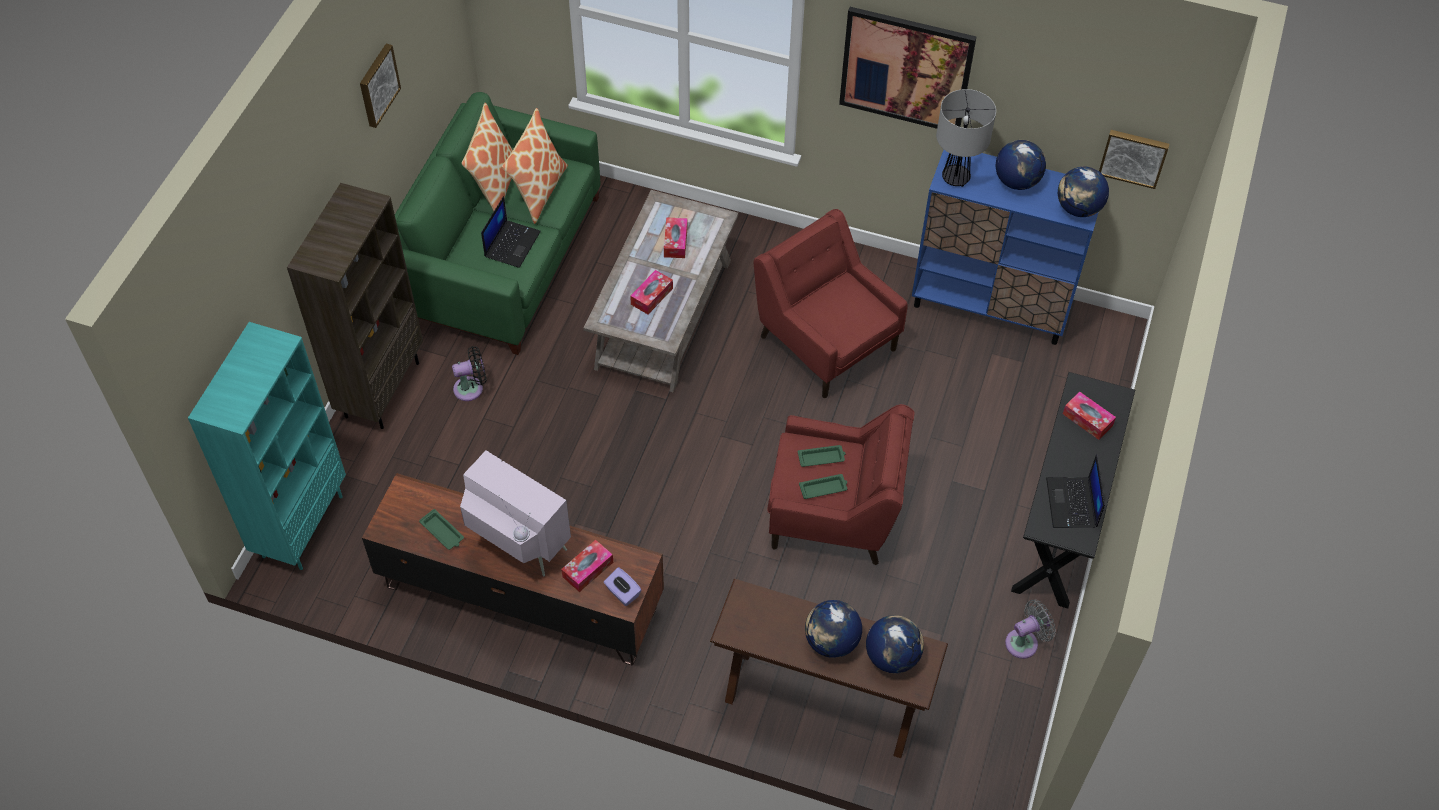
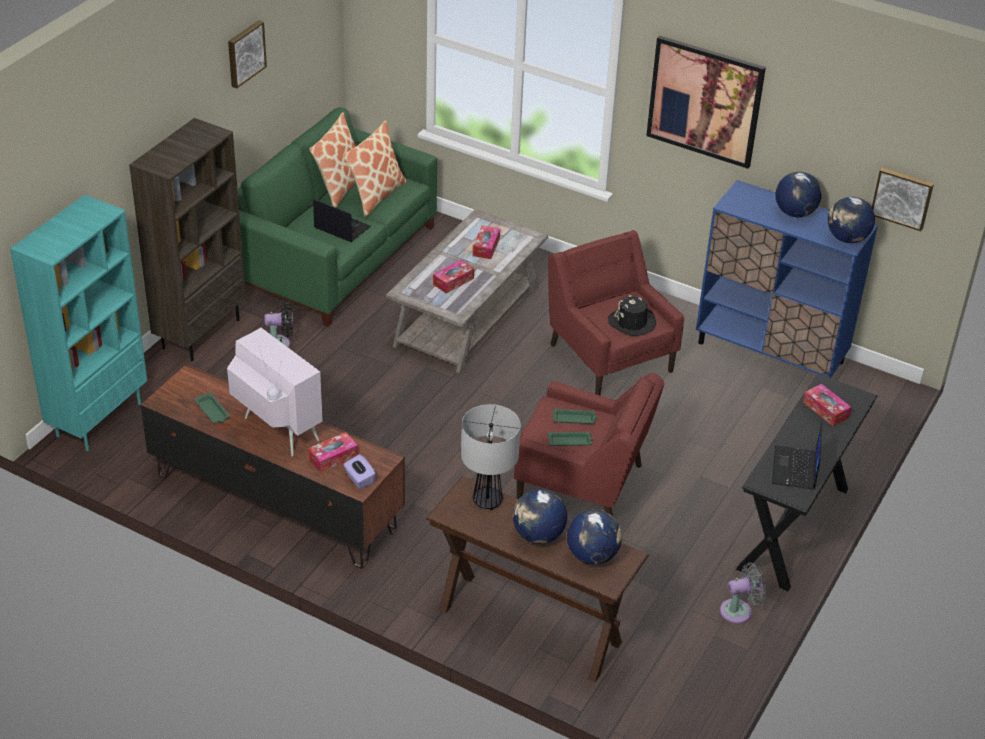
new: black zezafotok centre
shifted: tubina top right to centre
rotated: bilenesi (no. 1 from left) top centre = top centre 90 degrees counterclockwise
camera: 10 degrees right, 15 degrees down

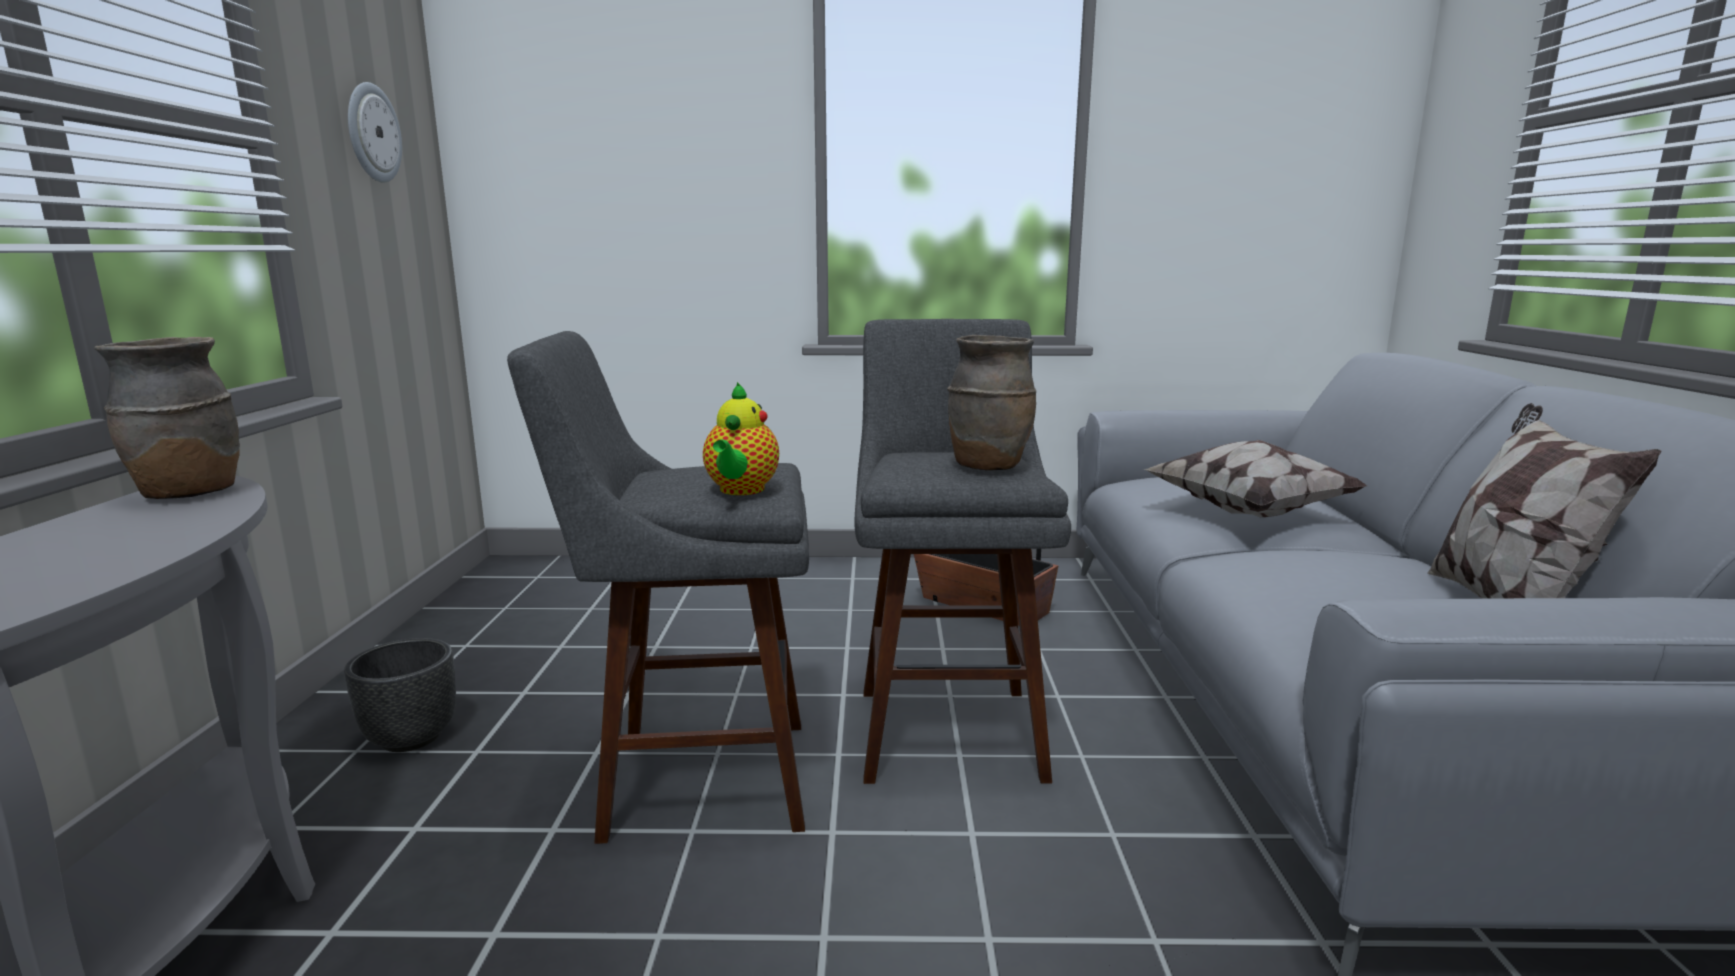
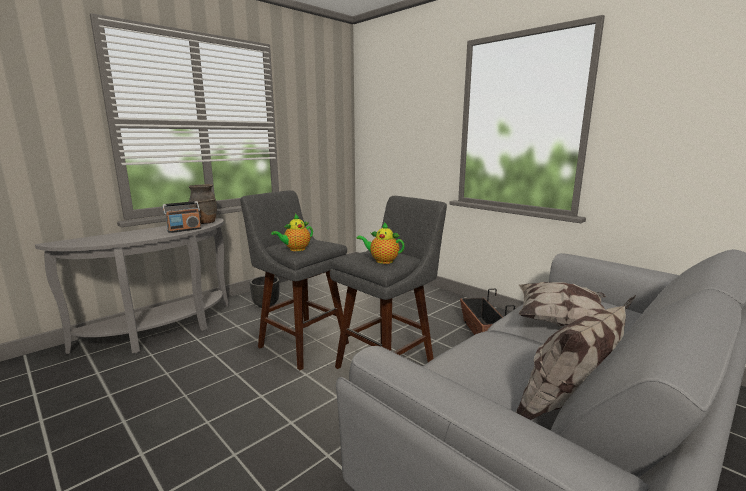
gone: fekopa top left
new: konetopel middle left
swapped: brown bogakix (no. 2 from left) centre to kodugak (no. 2 from left) centre
camera: 45 degrees right, 0 degrees up

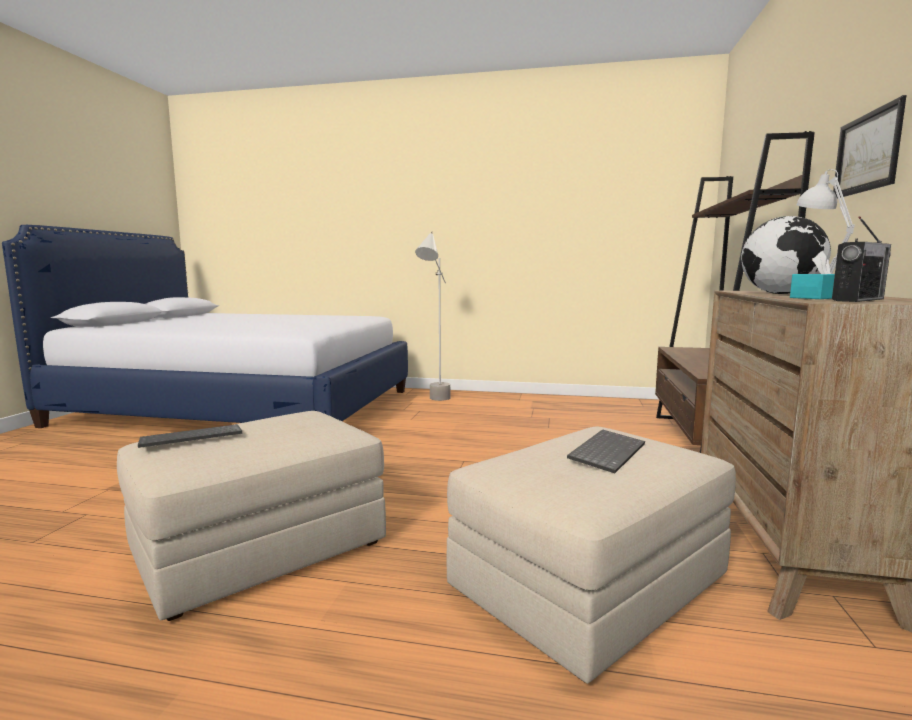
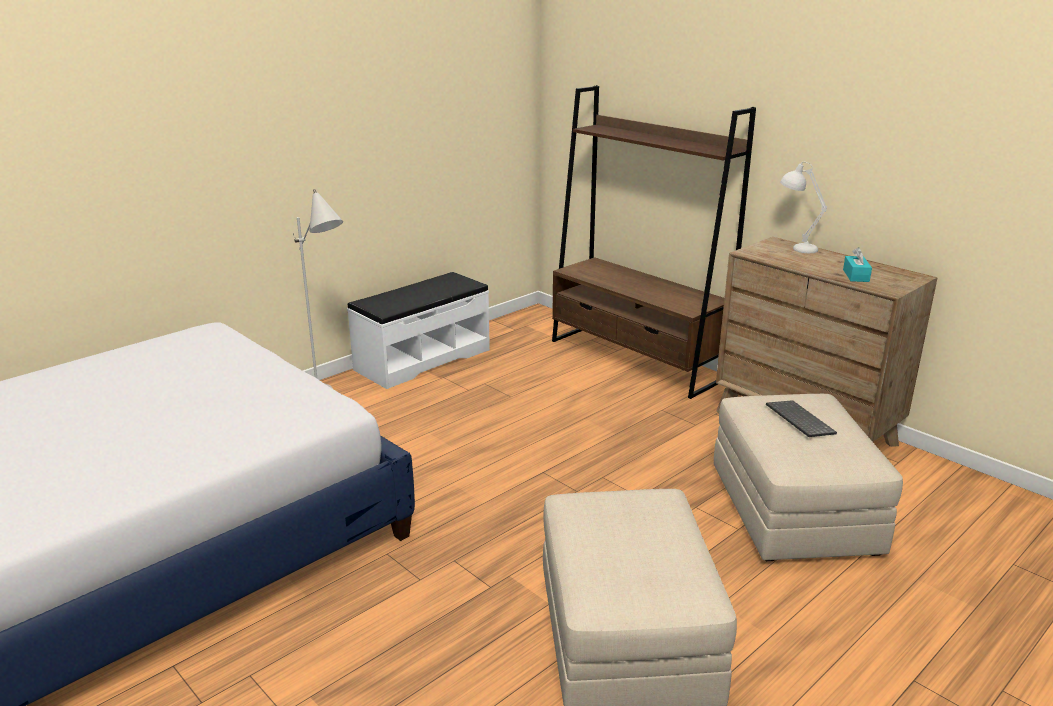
gone: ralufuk (no. 1 from left) middle left; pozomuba middle right; konetopel middle right; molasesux top right
new: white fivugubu centre
camera: 55 degrees left, 15 degrees up

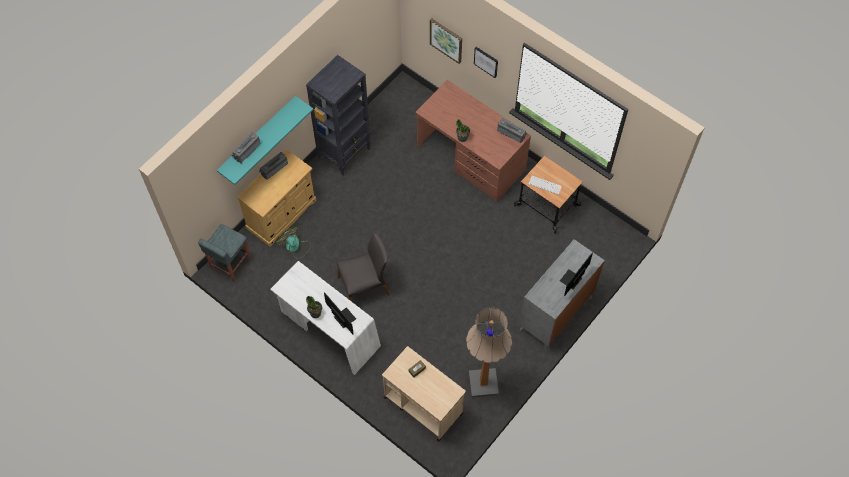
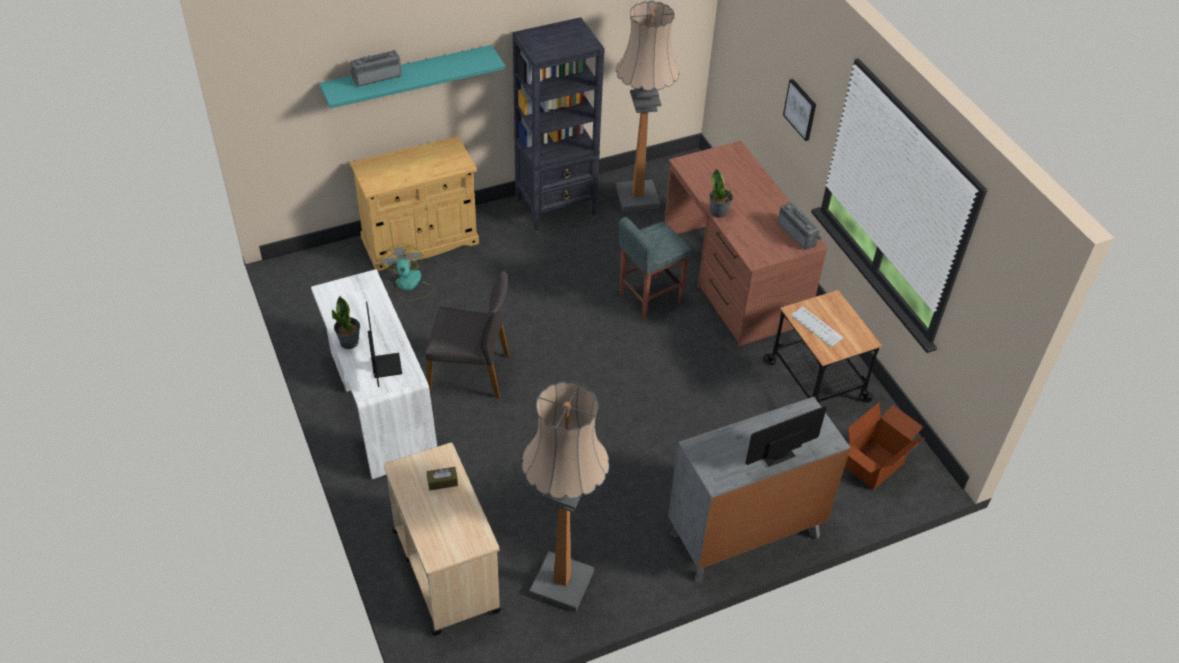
gone: konetopel (no. 2 from left) middle left; molasesux (no. 1 from left) top centre
new: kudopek (no. 2 from left) top centre; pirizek bottom right
shifted: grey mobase middle left to centre
camera: 25 degrees right, 15 degrees down

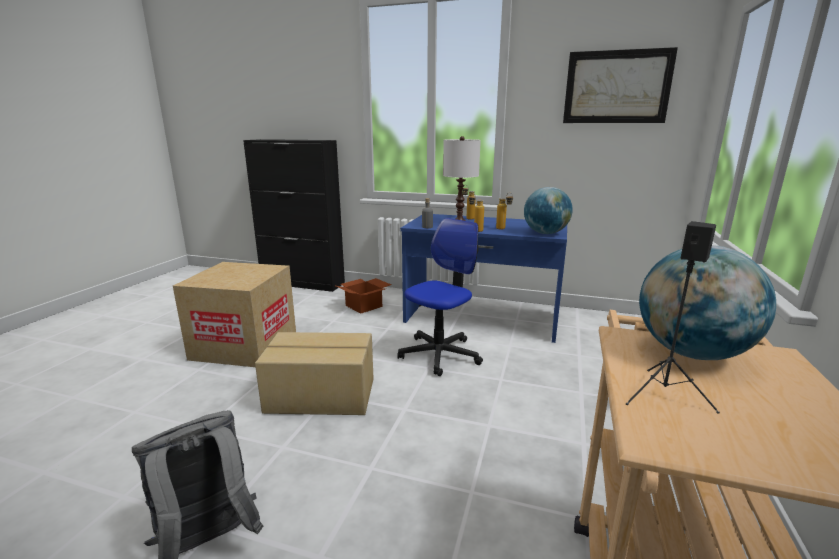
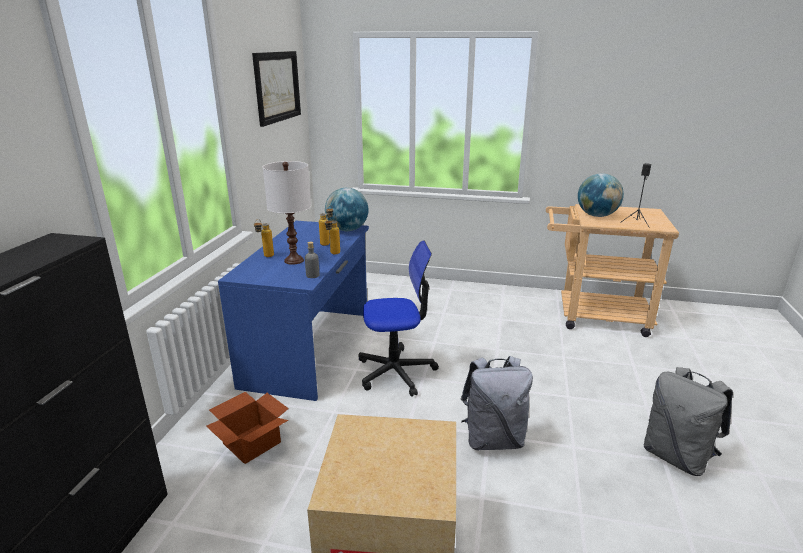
swapped: pirizek (no. 2 from left) bottom centre to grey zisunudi (no. 1 from left) bottom centre
rotated: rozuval centre = centre 135 degrees clockwise
camera: 95 degrees left, 5 degrees up

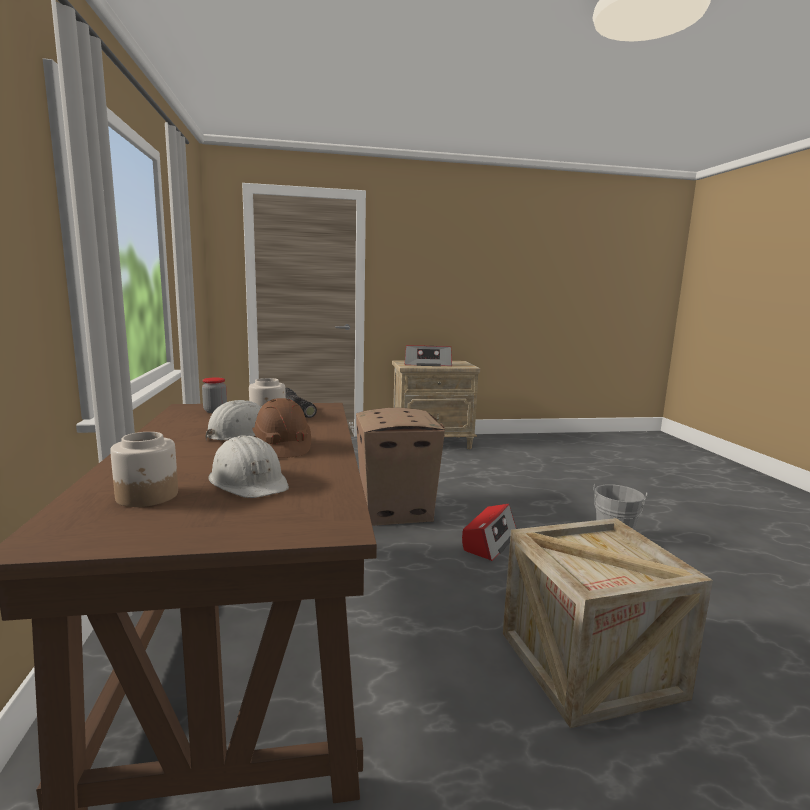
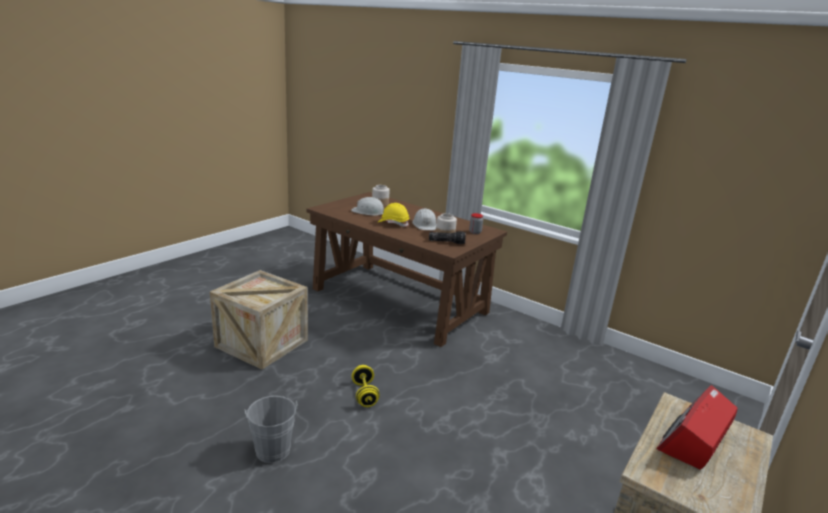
gone: pirizek centre
swapped: konetopel (no. 2 from left) centre to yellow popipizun bottom centre
repainted: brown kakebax centre to yellow kakebax centre
camera: 135 degrees right, 10 degrees up

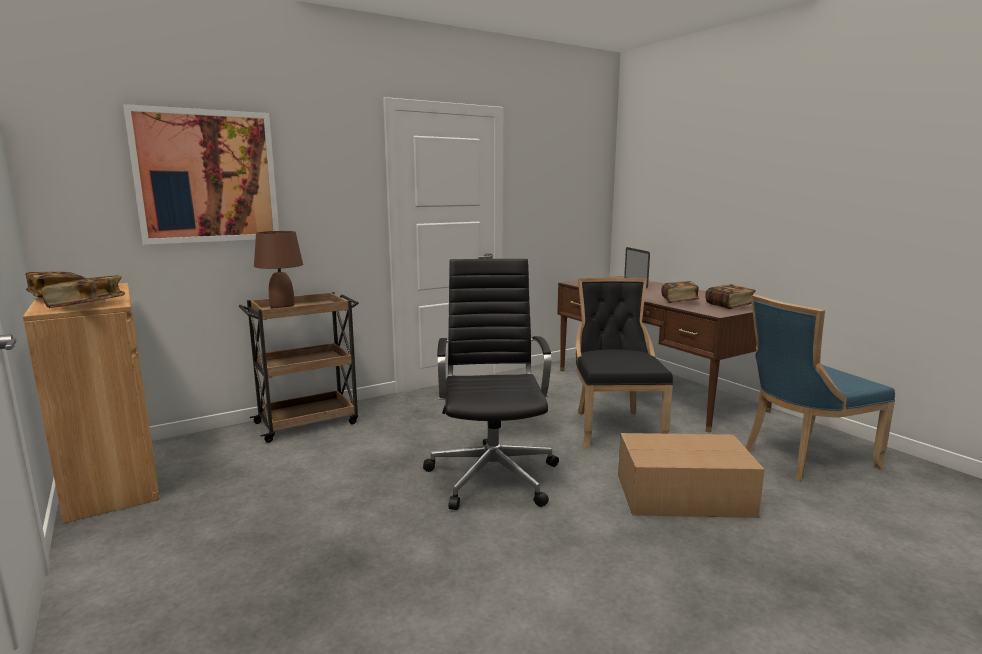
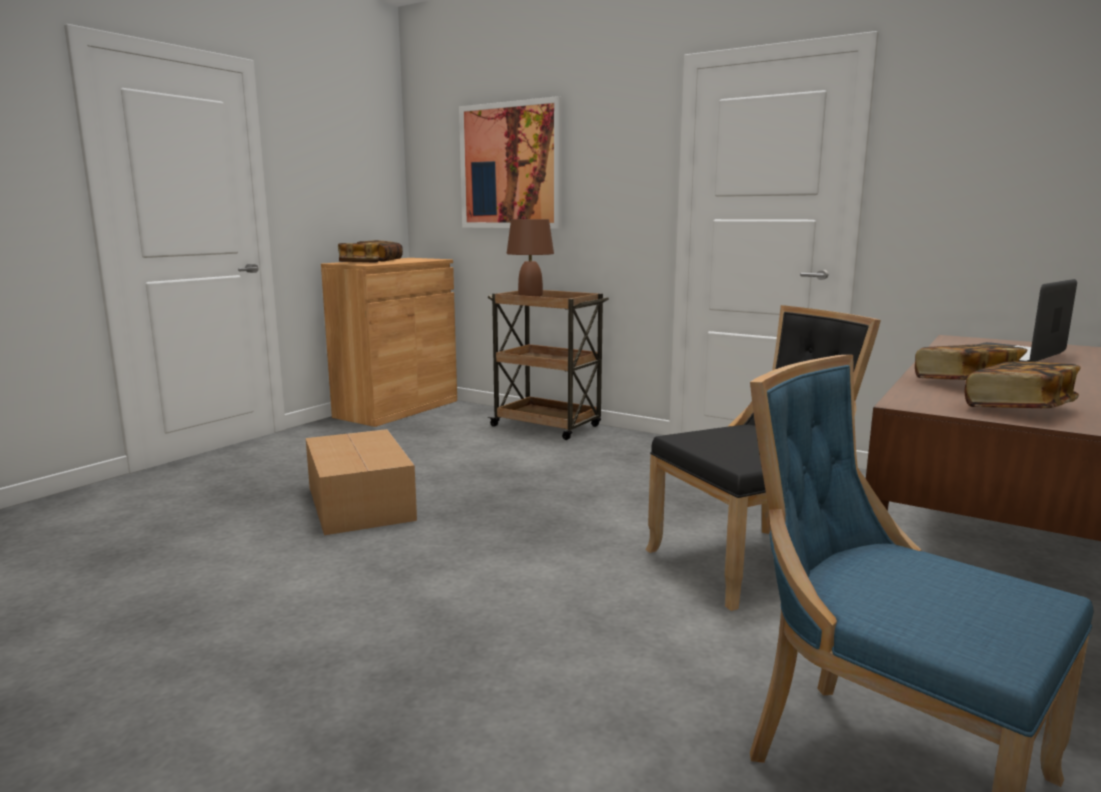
gone: black rozuval centre
shifted: pirizek bottom right to middle left
camera: 65 degrees right, 0 degrees up

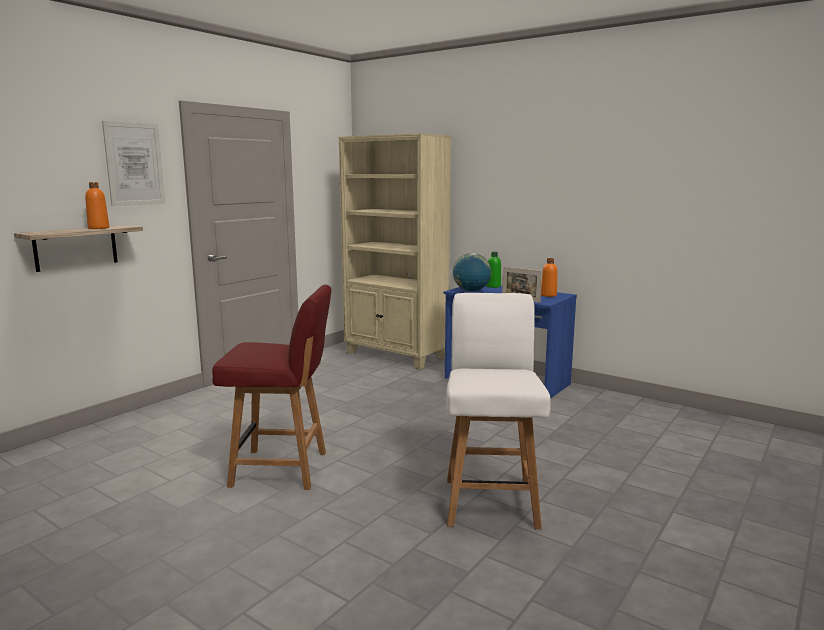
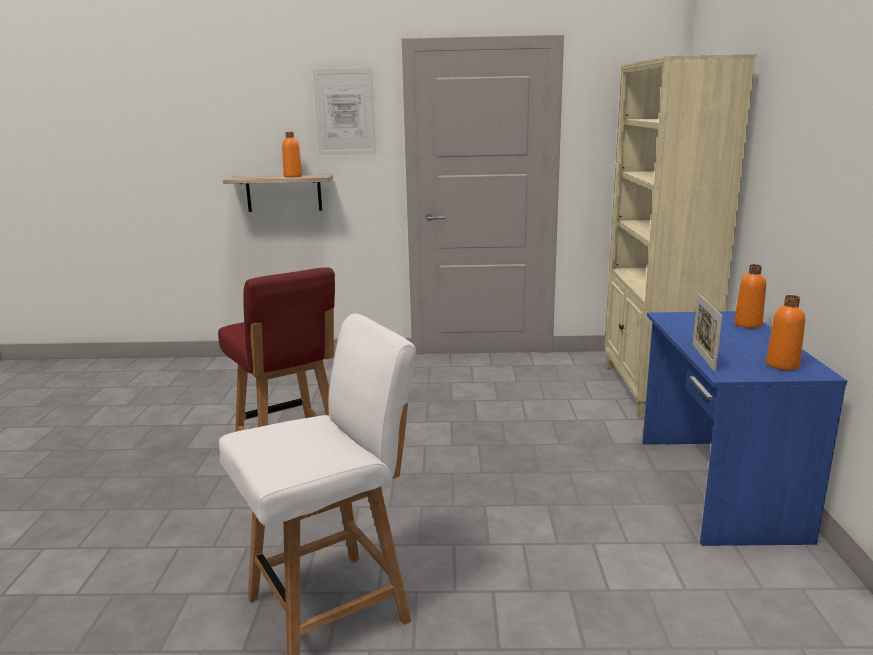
gone: pozomuba centre
repainted: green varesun centre to orange varesun (no. 2 from left) middle right
camera: 55 degrees right, 5 degrees up

